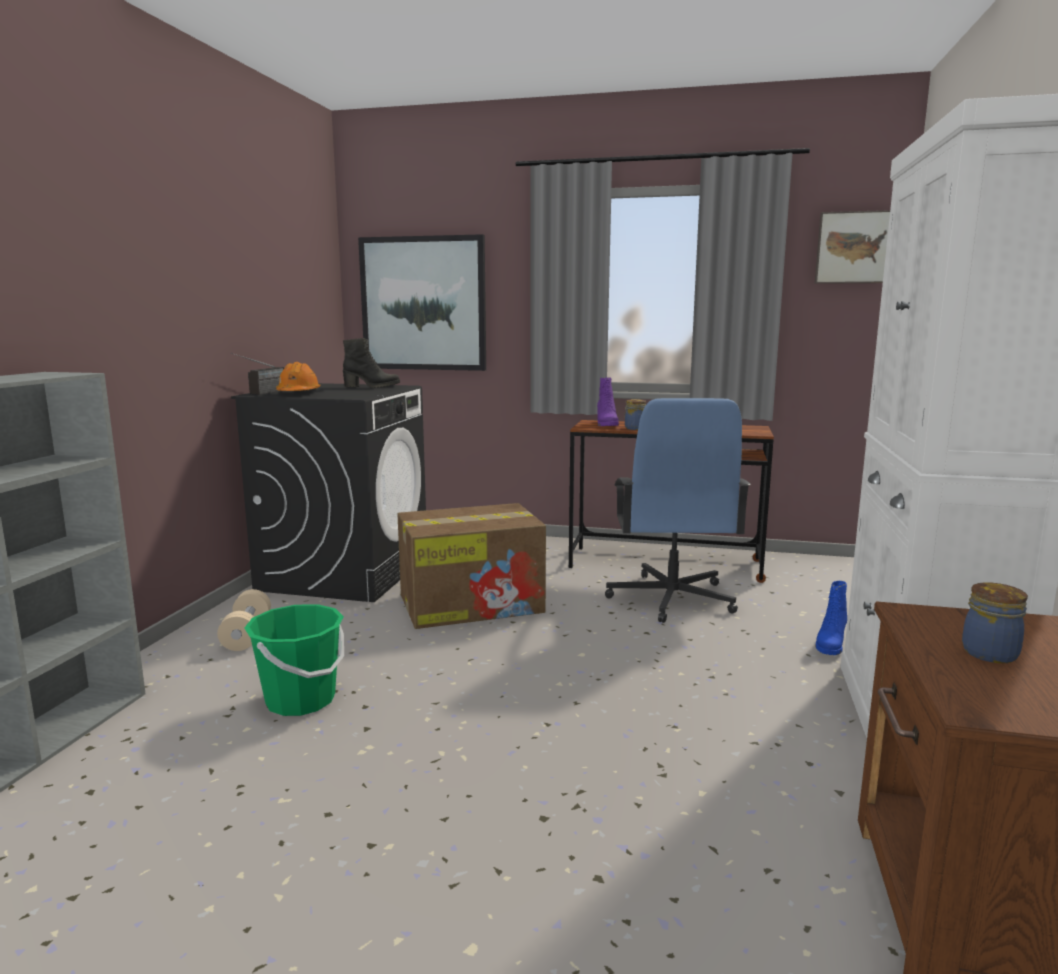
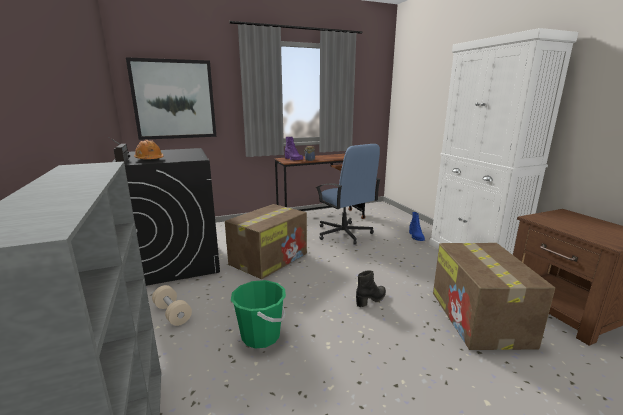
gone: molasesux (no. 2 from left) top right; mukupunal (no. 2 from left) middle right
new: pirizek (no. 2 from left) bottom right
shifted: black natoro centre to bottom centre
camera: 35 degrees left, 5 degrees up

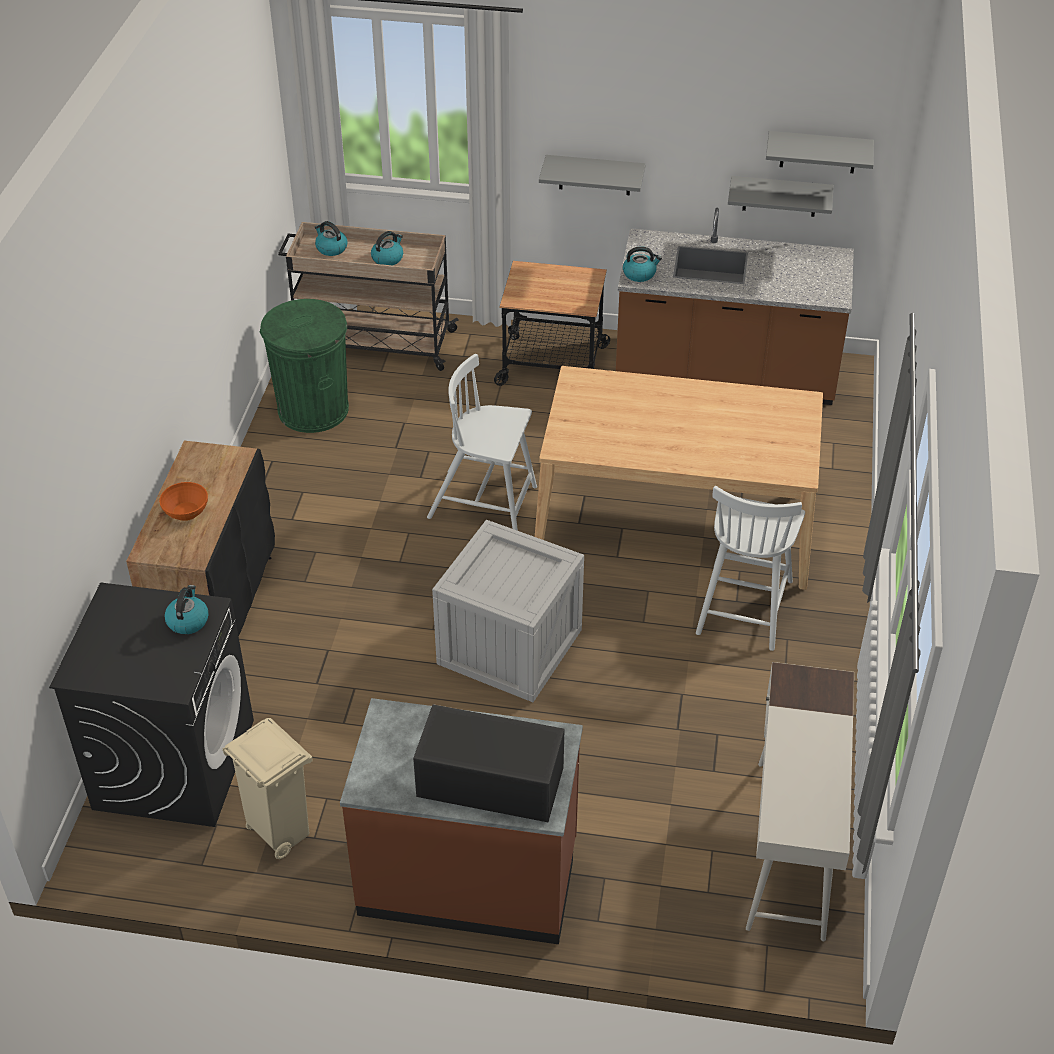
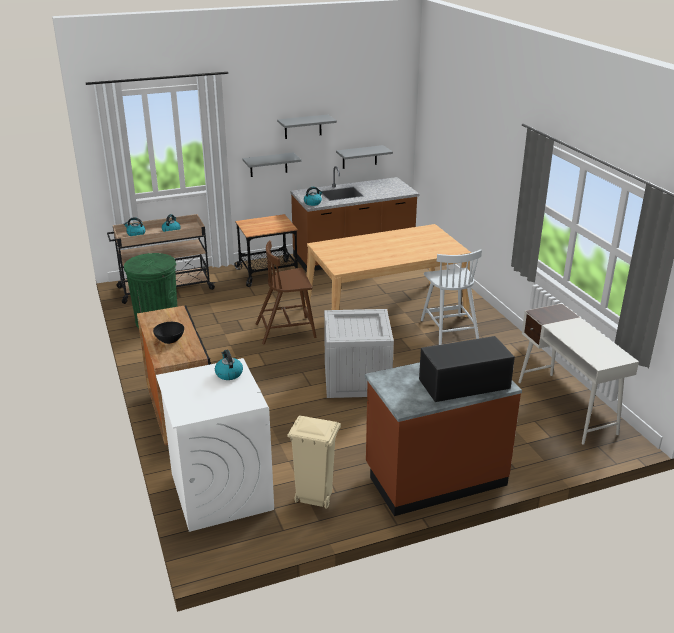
shifted: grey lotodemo (no. 3 from left in the first image) top right to grey lotodemo (no. 2 from left) top centre
repainted: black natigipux bottom left to white natigipux bottom left; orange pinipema middle left to black pinipema middle left; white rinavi (no. 1 from left) centre to brown rinavi centre
camera: 30 degrees left, 15 degrees down

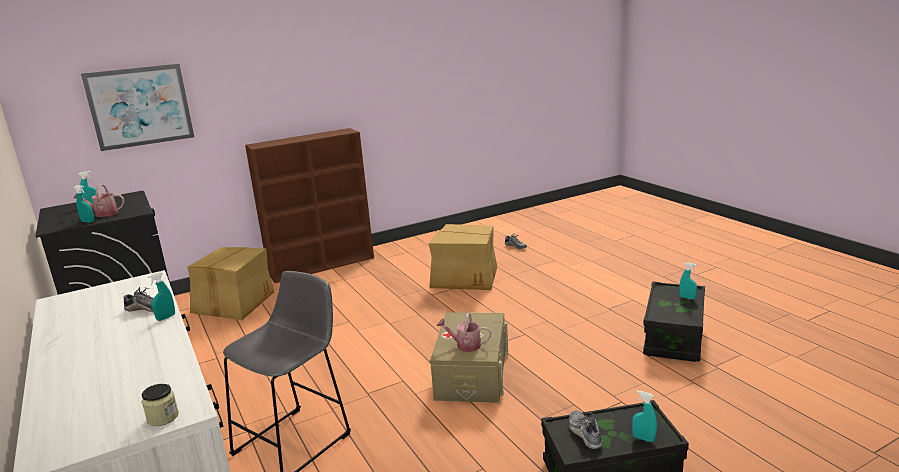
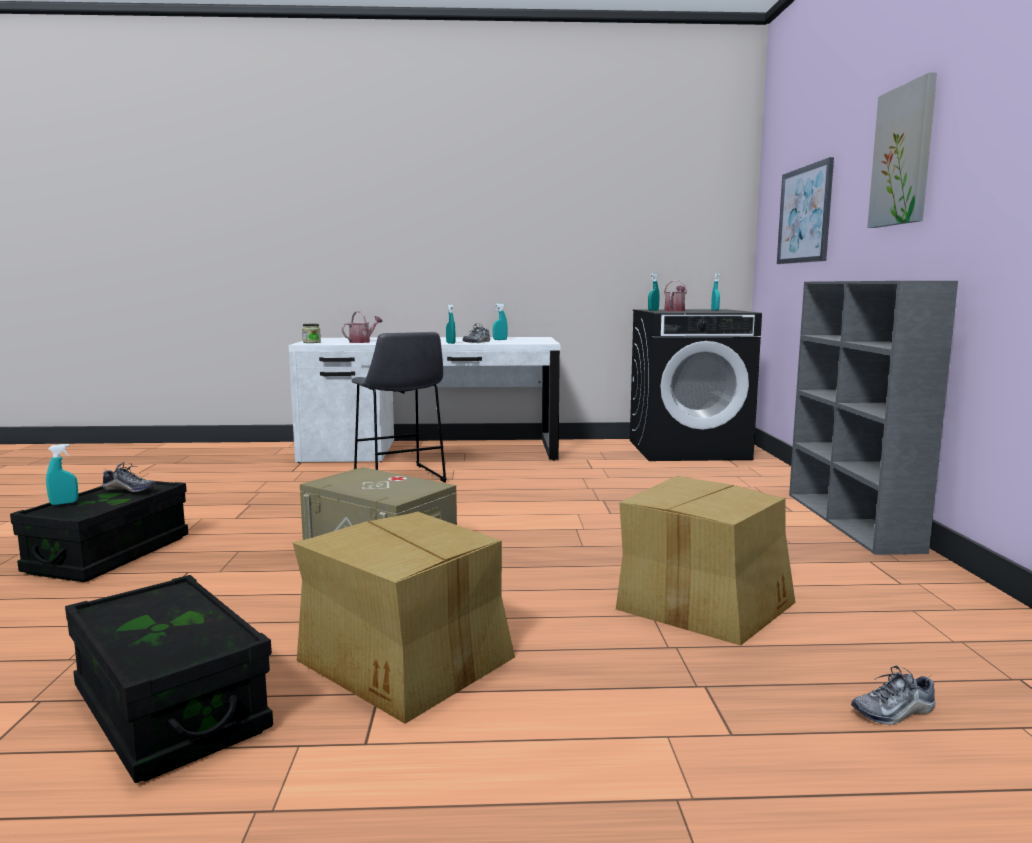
new: molasesux (no. 2 from left) top right
shifted: pirizek (no. 1 from left) middle left to bottom centre; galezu (no. 2 from left in the first image) bottom centre to galezu (no. 1 from left) centre; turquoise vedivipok (no. 5 from left in the first image) middle right to turquoise vedivipok (no. 3 from left) centre
repainted: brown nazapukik centre to grey nazapukik middle right
camera: 115 degrees right, 10 degrees down

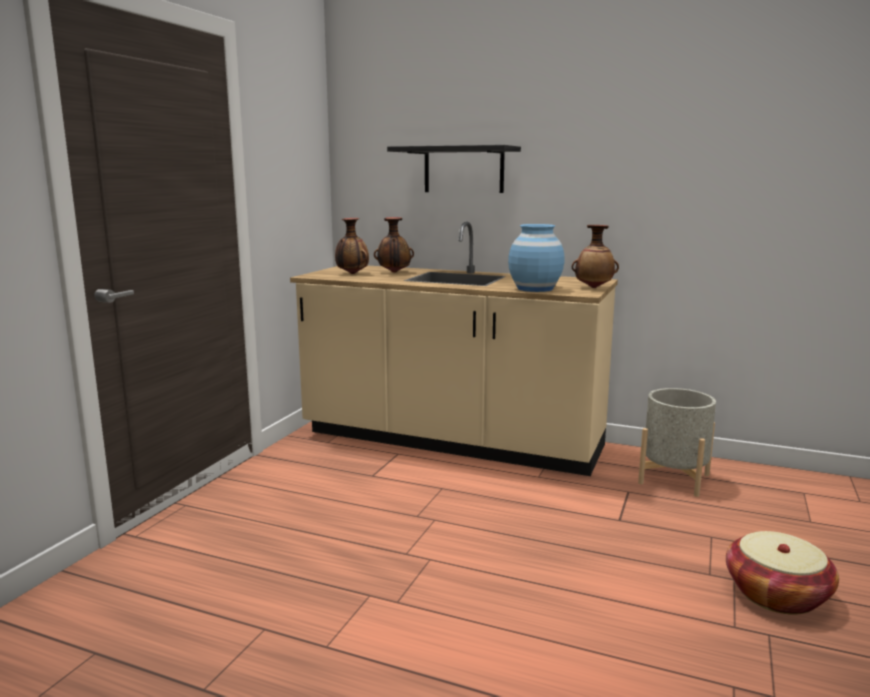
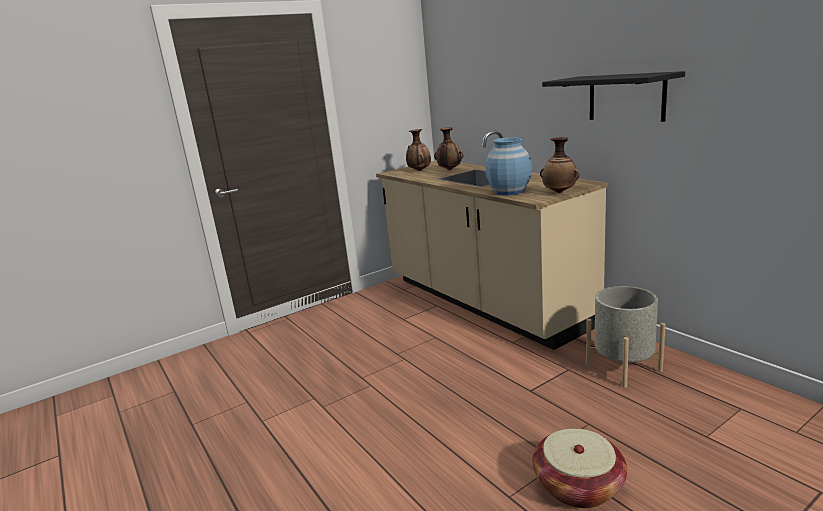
shifted: black lotodemo top centre to top right
camera: 35 degrees right, 5 degrees up

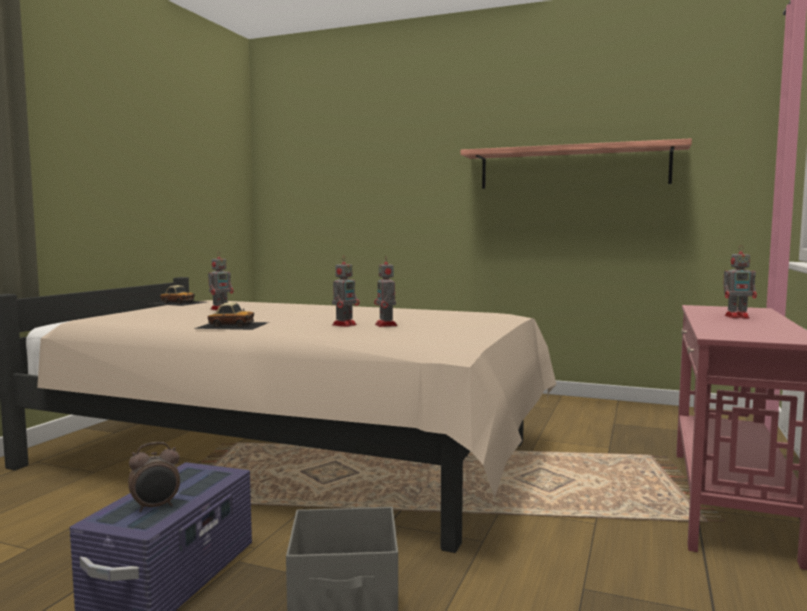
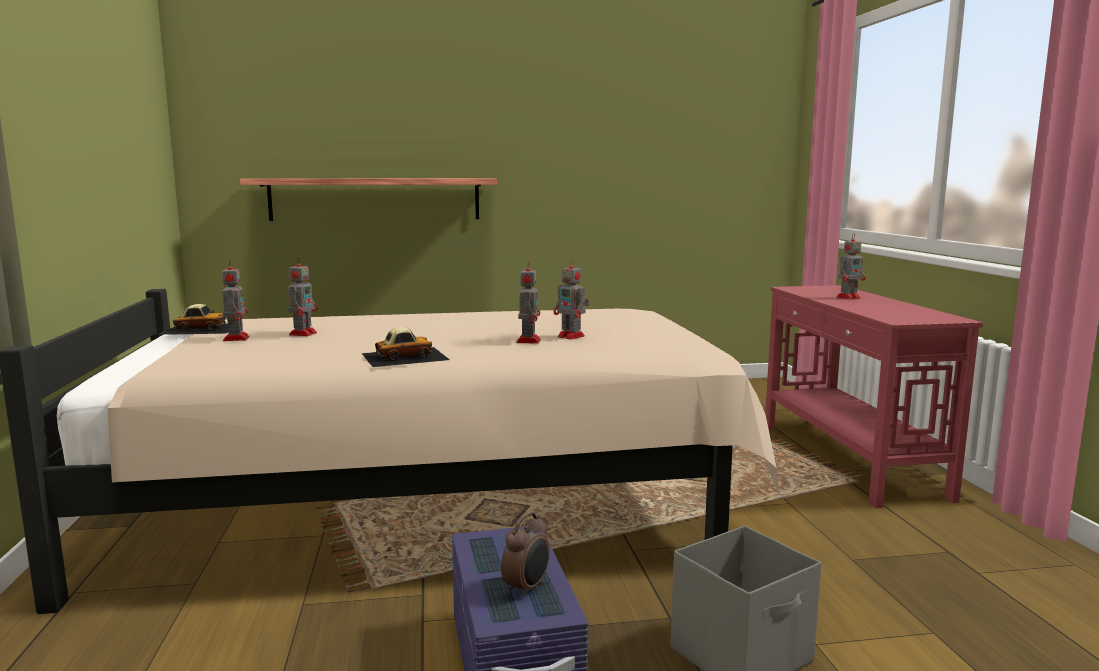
new: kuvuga (no. 1 from left) middle left
shifted: lotodemo top right to top centre
camera: 30 degrees left, 5 degrees up

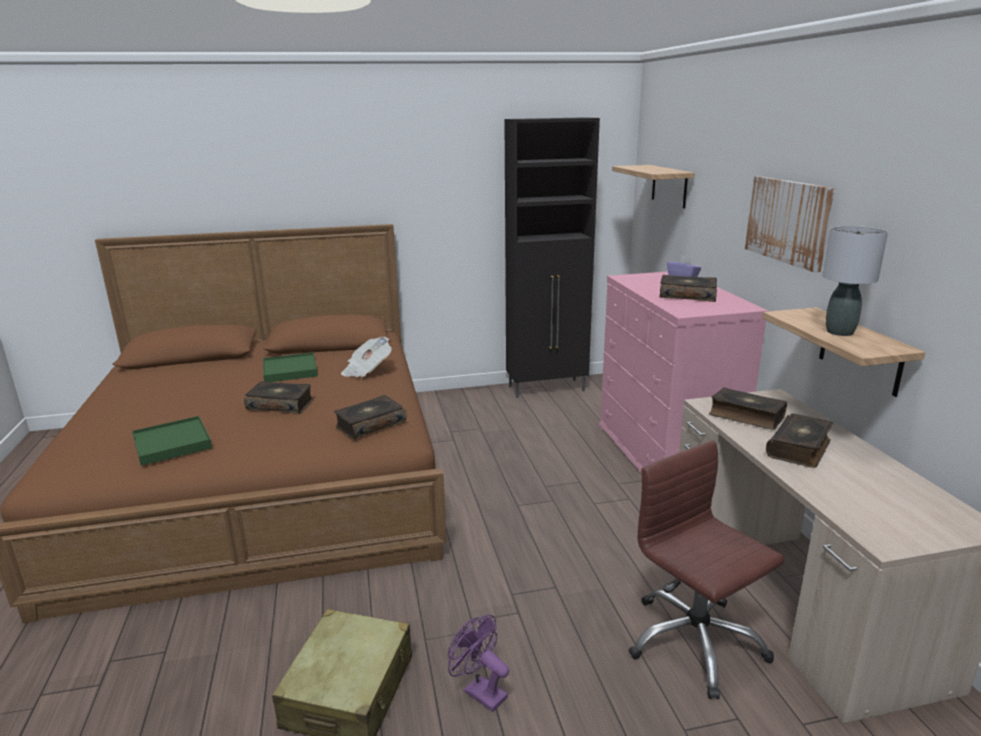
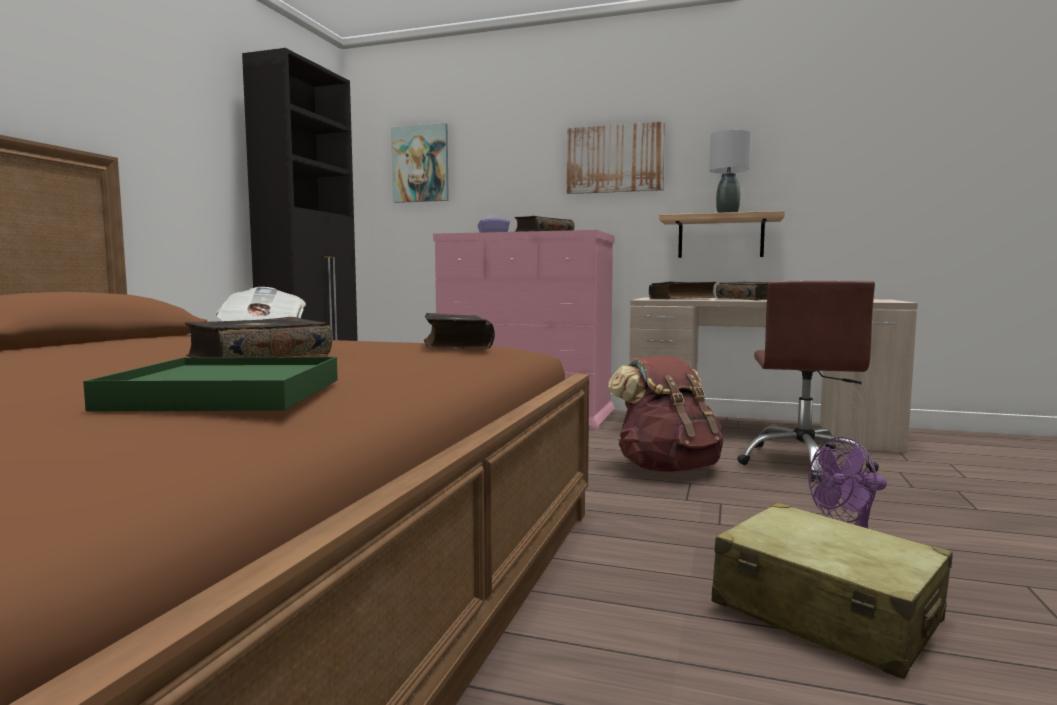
gone: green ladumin (no. 2 from left) middle left
new: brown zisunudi centre
swapped: lotodemo (no. 1 from left) top centre to molasesux (no. 1 from left) top centre
rotated: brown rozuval bottom right = middle right 75 degrees counterclockwise
camera: 60 degrees left, 15 degrees down

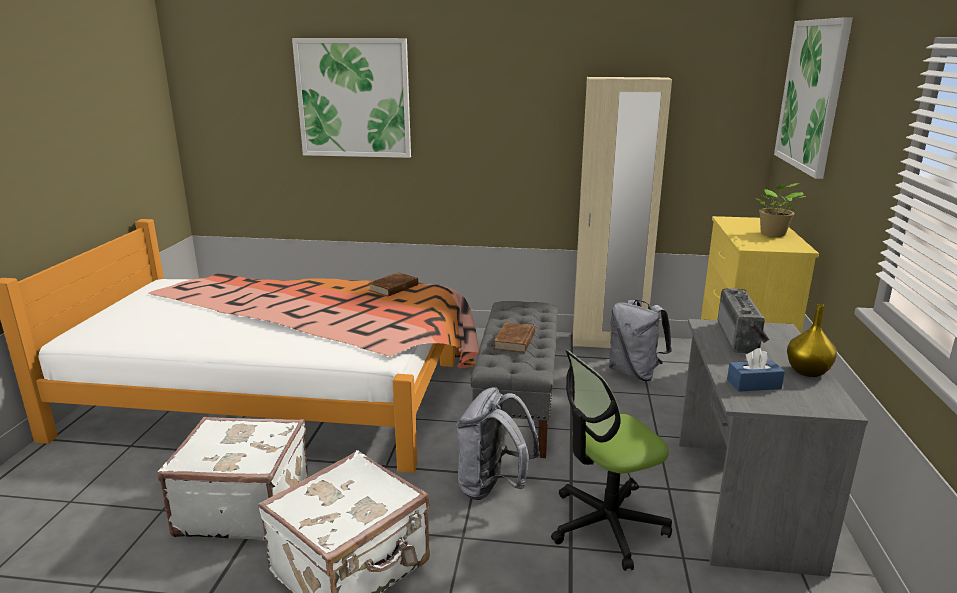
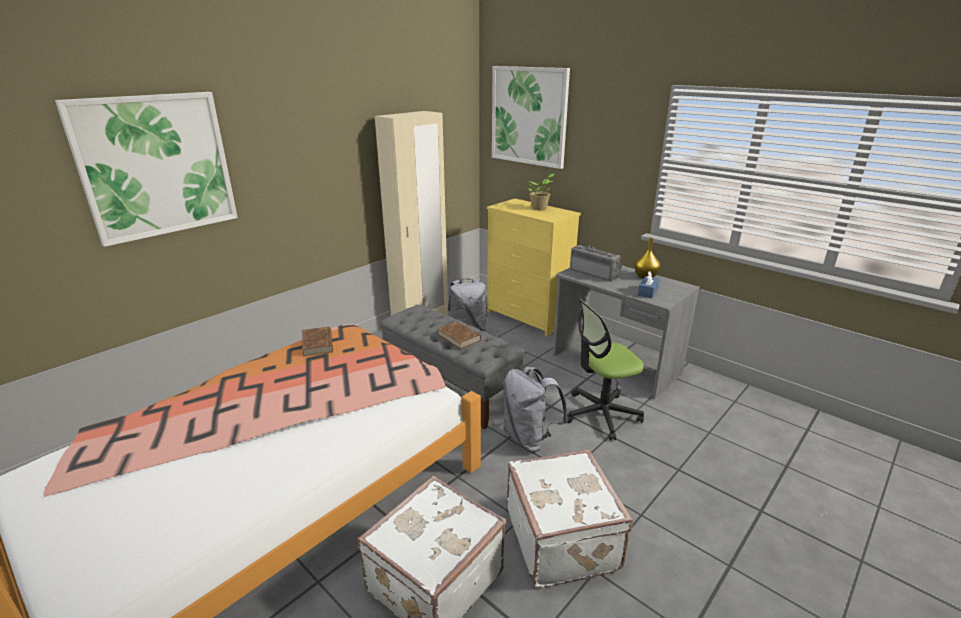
rotated: rozuval bottom centre = centre 60 degrees clockwise
camera: 55 degrees left, 5 degrees up

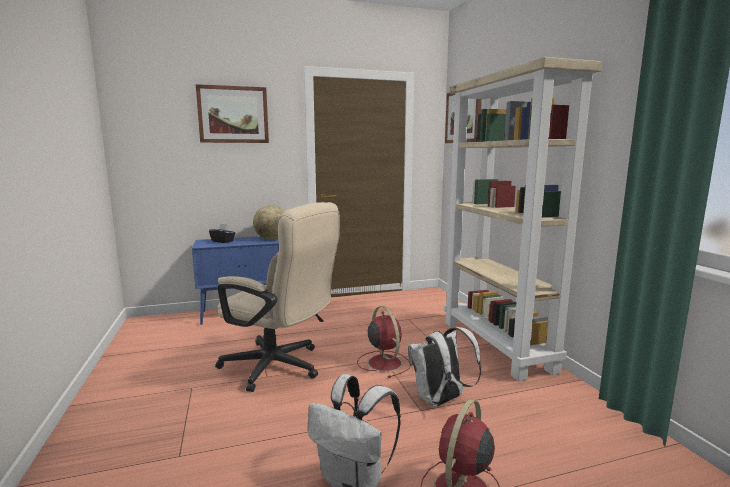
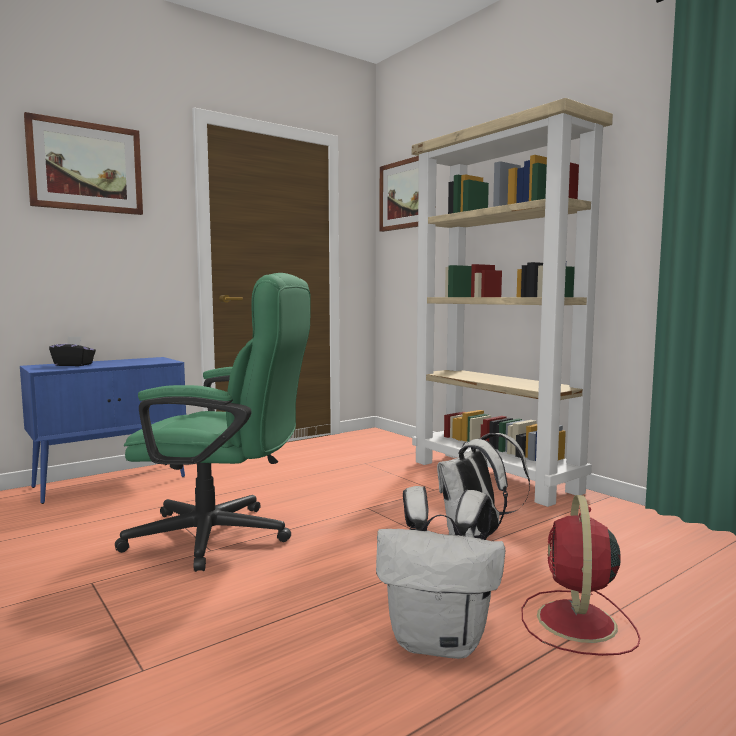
gone: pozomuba centre; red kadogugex (no. 1 from left) bottom centre
repainted: beige rozuval centre to green rozuval middle left
camera: 20 degrees left, 5 degrees down

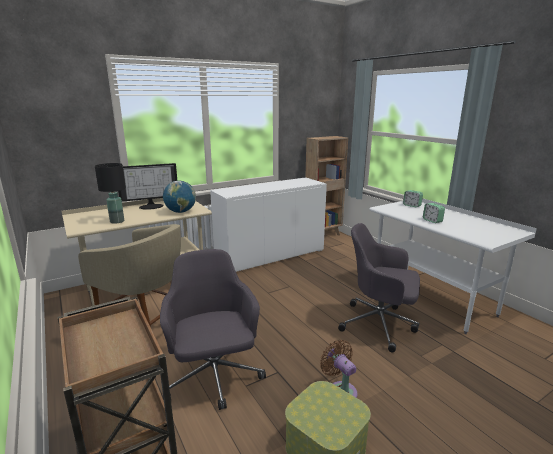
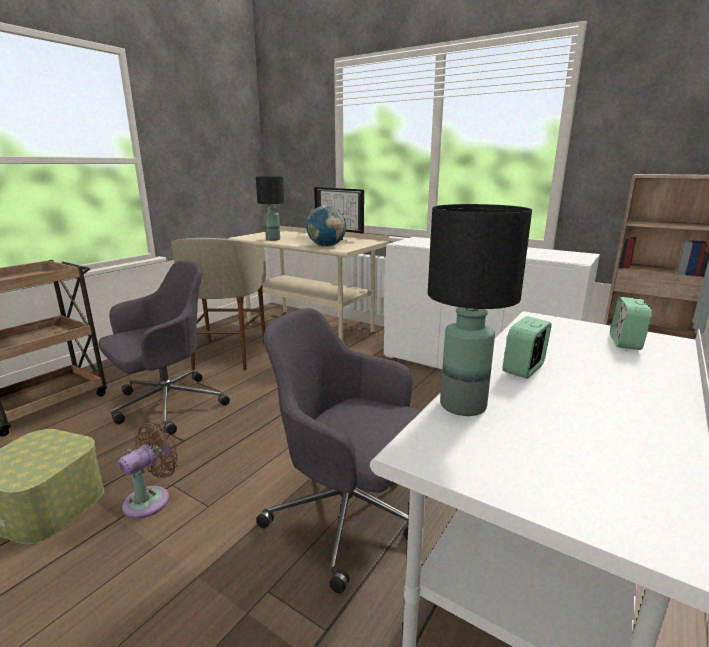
new: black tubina (no. 2 from left) middle right
rotated: grey rozuval (no. 2 from left) middle right = bottom centre 60 degrees counterclockwise
camera: 65 degrees right, 0 degrees up

